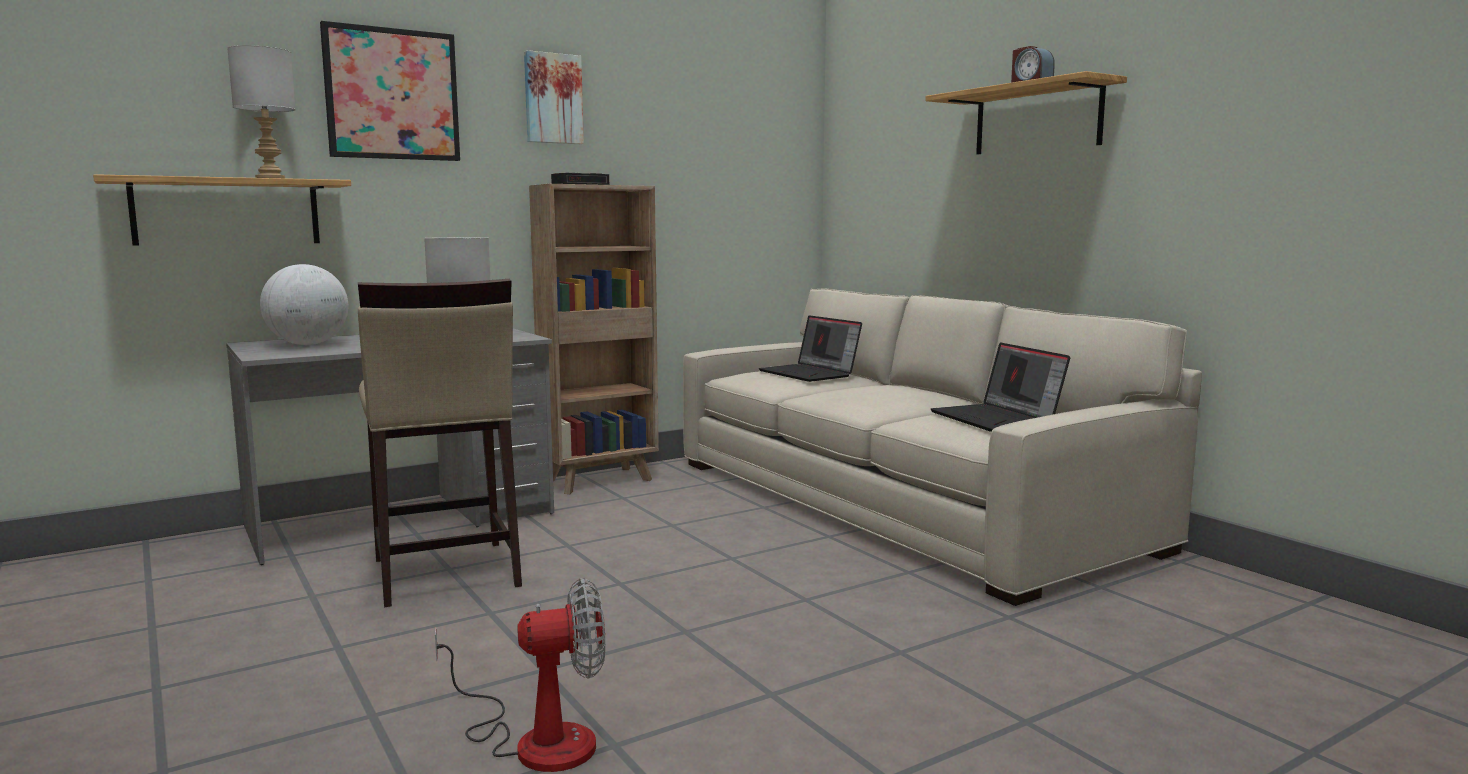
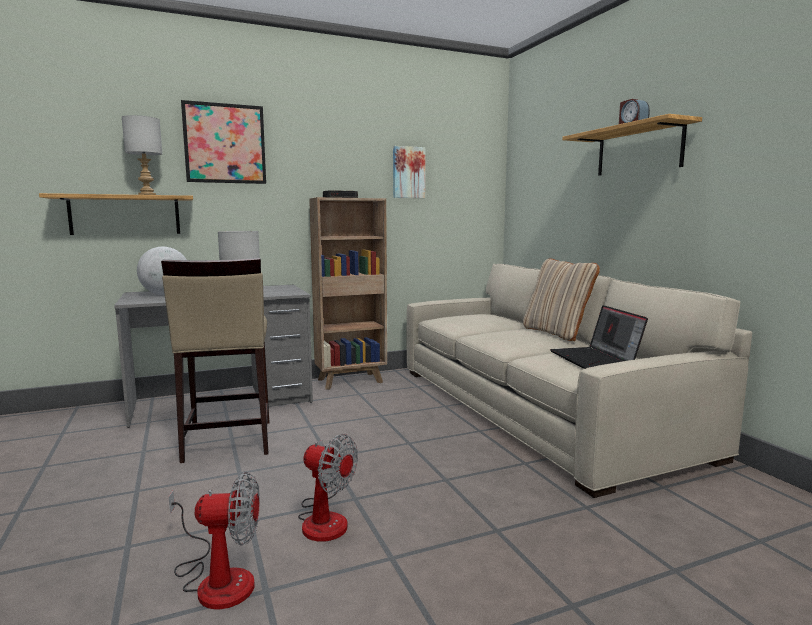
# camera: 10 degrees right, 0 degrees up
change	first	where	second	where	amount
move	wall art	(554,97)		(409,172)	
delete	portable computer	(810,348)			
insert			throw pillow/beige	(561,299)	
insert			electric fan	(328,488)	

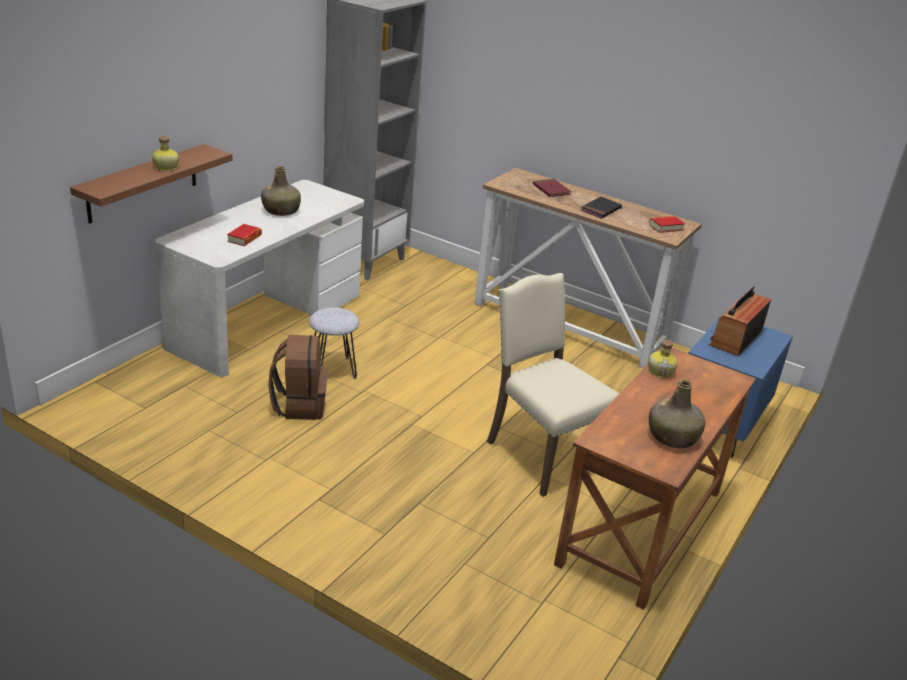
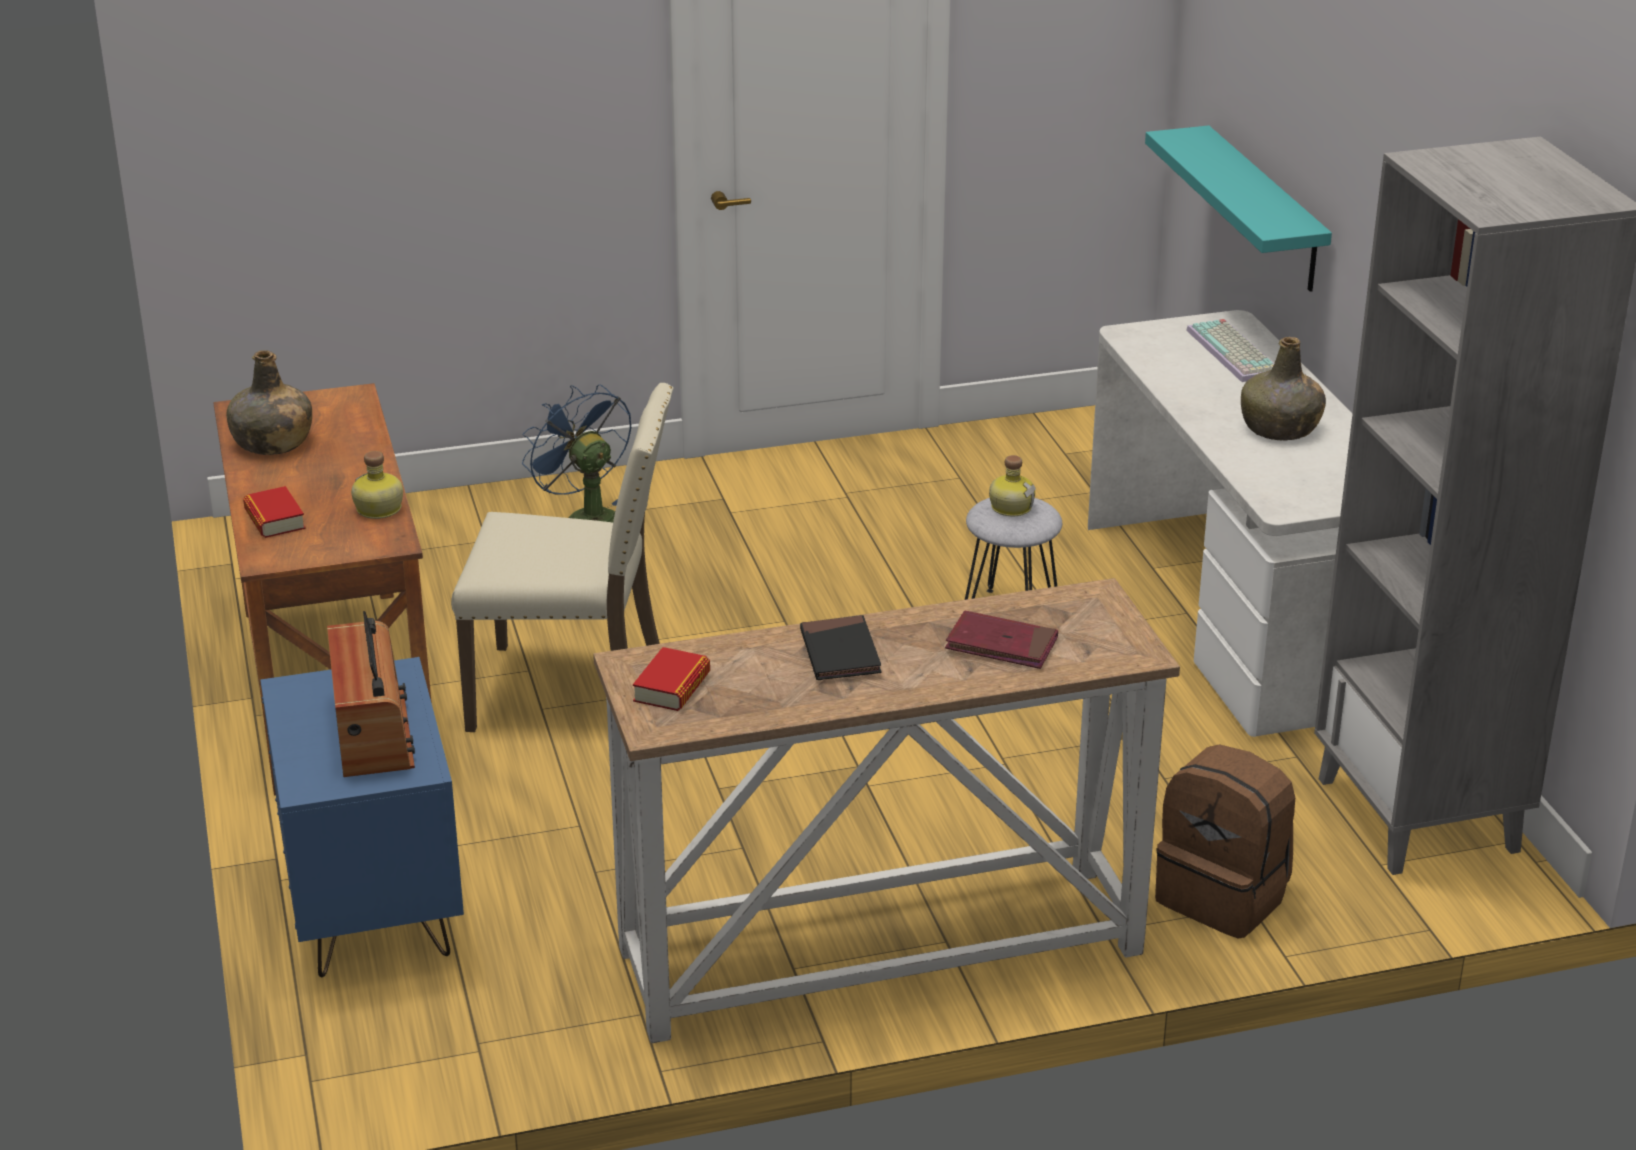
# camera: 135 degrees right, 0 degrees up
change	first	where	second	where	amount
move	bottle	(165,153)		(1012,485)	
recolor	shelf/brown	(151,184)	shelf/turquoise-coloured	(1238,208)	
move	book	(244,235)		(274,512)	
move	rucksack/brown	(298,377)		(1225,841)	
insert			computer keyboard	(1230,350)	
insert			electric fan/bluish	(576,453)	

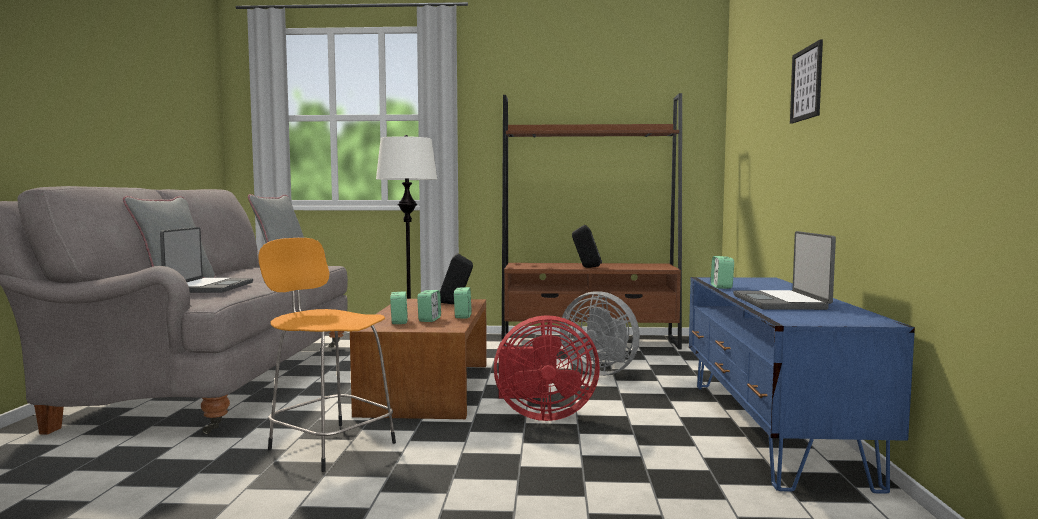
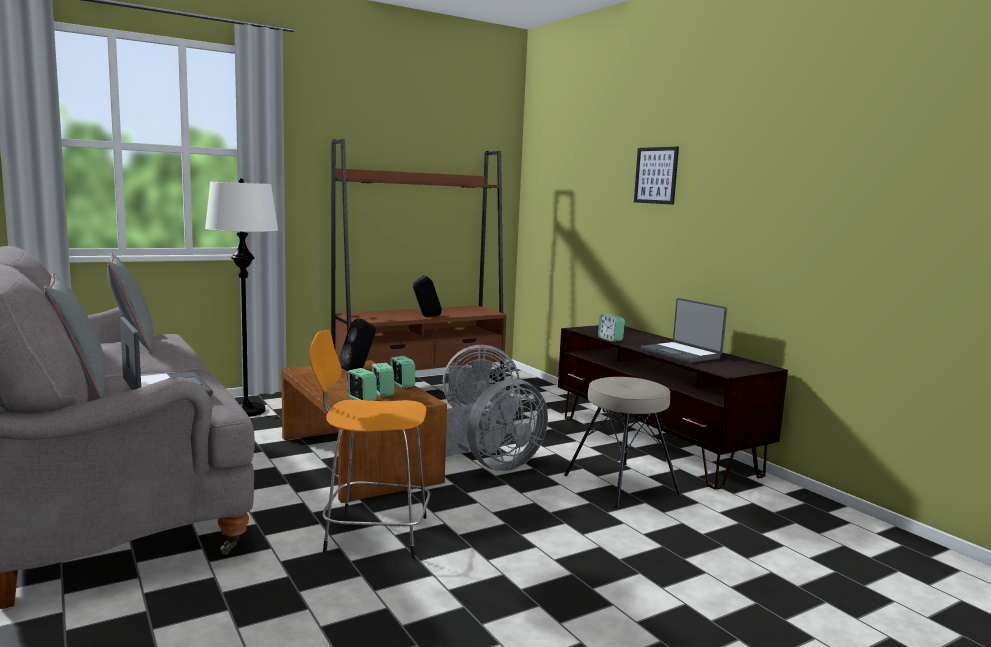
# camera: 35 degrees left, 5 degrees up
change	first	where	second	where	amount
recolor	tv unit/bluish	(802,385)	tv unit/brown	(673,407)	
recolor	electric fan/red-coloured	(547,368)	electric fan/grey	(496,425)	
insert			stool/beige	(622,443)	

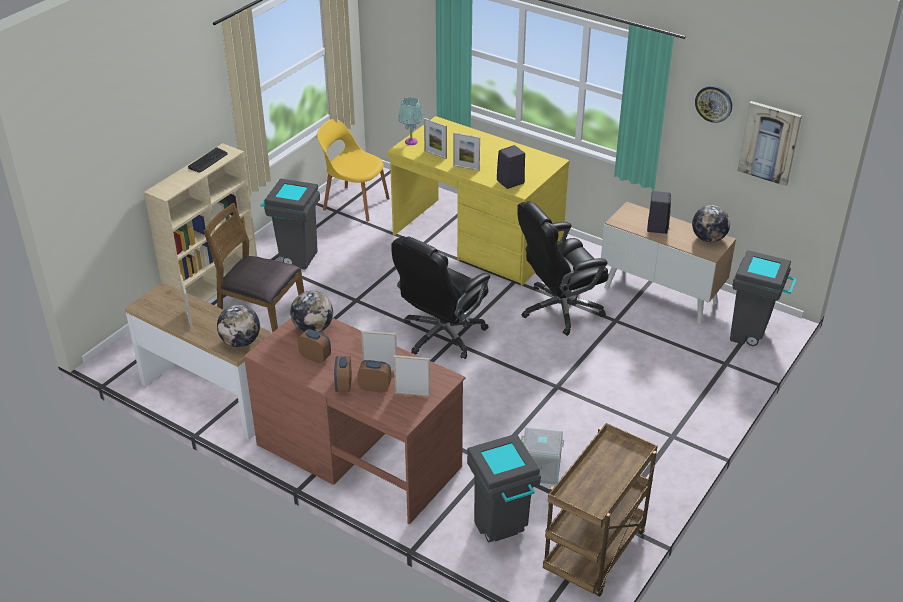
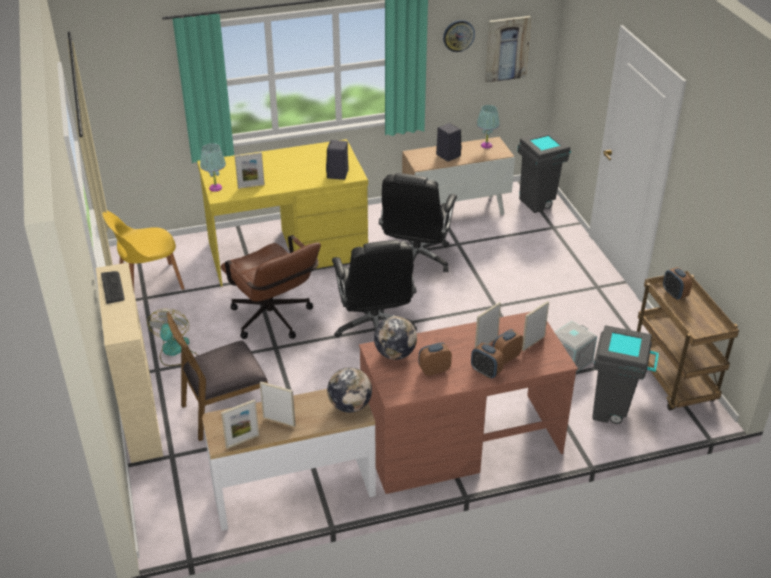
# camera: 50 degrees left, 0 degrees up
change	first	where	second	where	amount
move	photo frame	(466,151)		(240,424)	
replace	rubbish bin/grey	(290,224)	electric fan	(172,337)	
replace	desk globe	(711,223)	lamp for a table/turquoise-coloured	(488,127)	
insert			office chair/brown	(271,287)	
insert			alarm clock	(677,283)	

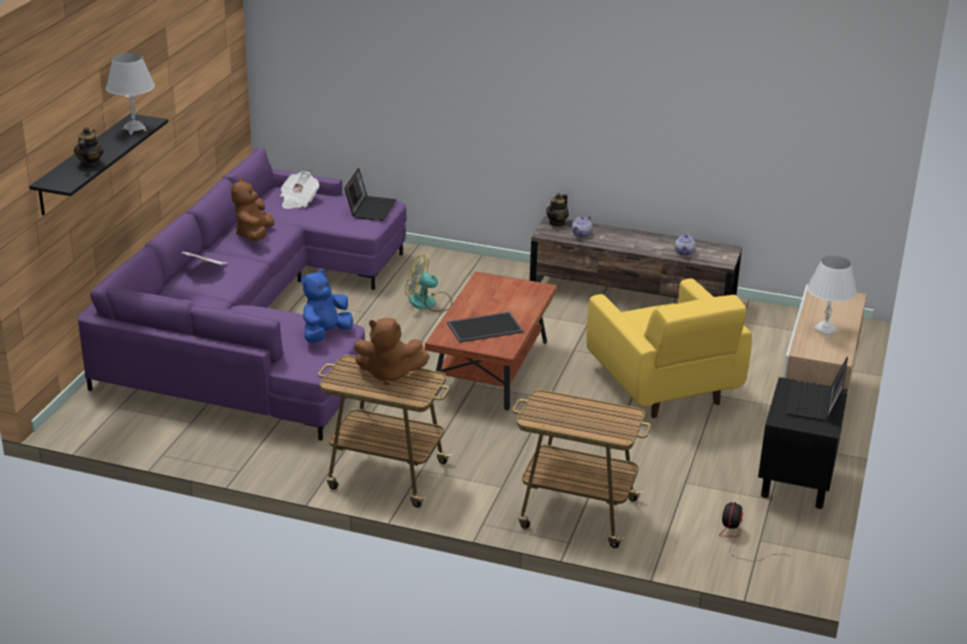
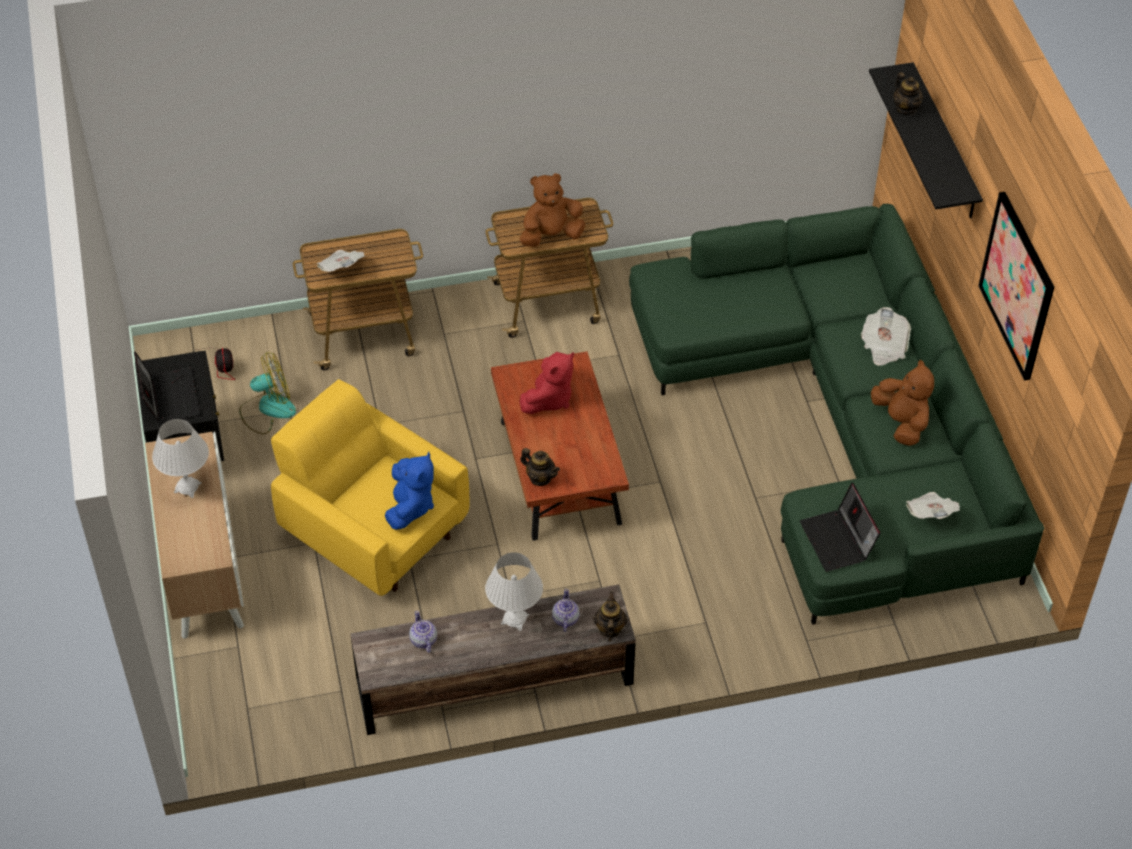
# camera: 150 degrees right, 20 degrees up
change	first	where	second	where	amount
move	lamp for a table/white-coloured	(130,94)		(514,591)	
recolor	sofa/purplish	(242,294)	sofa/green-coloured	(836,414)	
move	electric fan	(428,283)		(267,393)	
move	soft toy/bluish	(327,306)		(409,491)	
replace	serving tray	(485,327)	soft toy/red-coloured	(547,383)	
insert			wall art	(1016,286)	
insert			newspaper	(340,261)	
insert			tea pot	(540,467)	

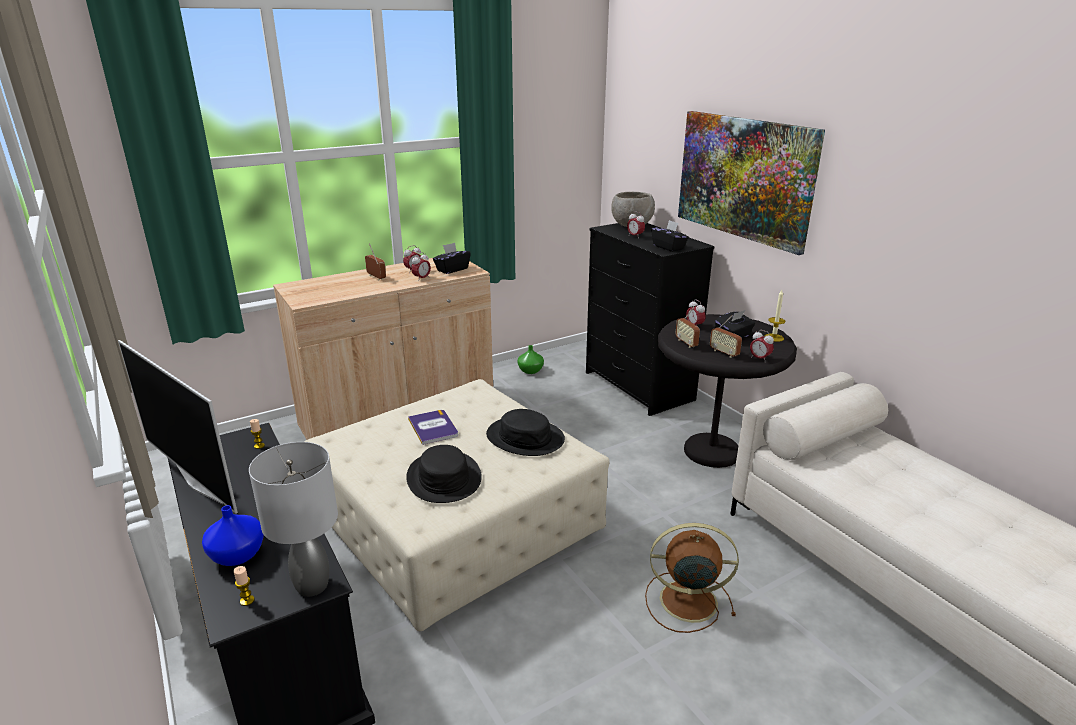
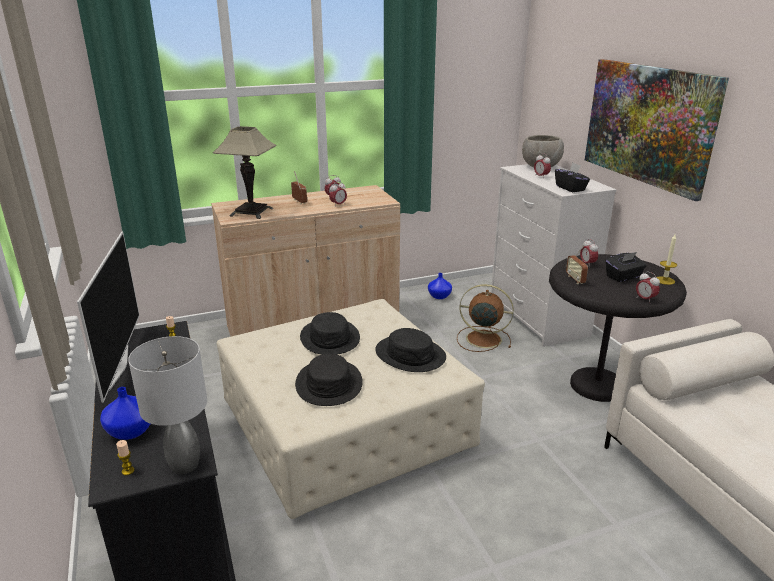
# camera: 10 degrees right, 0 degrees up
change	first	where	second	where	amount
recolor	drawer chest/black	(650,319)	drawer chest/white-coloured	(553,255)	
delete	tissue box/black	(452,258)			
delete	radio set	(726,337)			
rotate	TV	(178,427)		(108,317)	150 degrees counterclockwise
recolor	flower vase/green-coloured	(531,359)	flower vase/bluish	(440,286)	
replace	book	(433,427)	clothing hat/black	(330,333)	
move	electric fan/brown	(692,578)		(485,318)	
insert			lamp for a table	(245,172)	

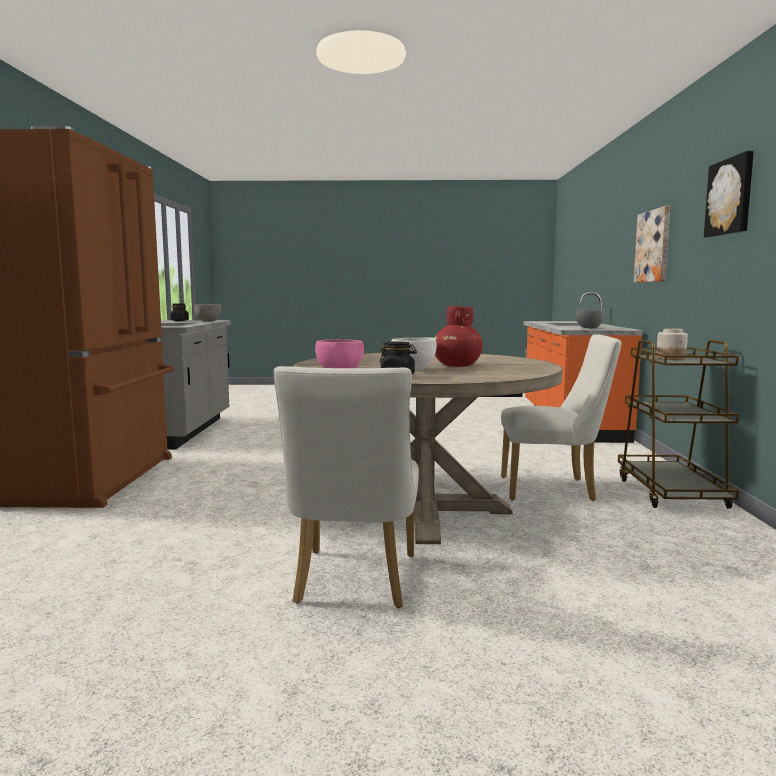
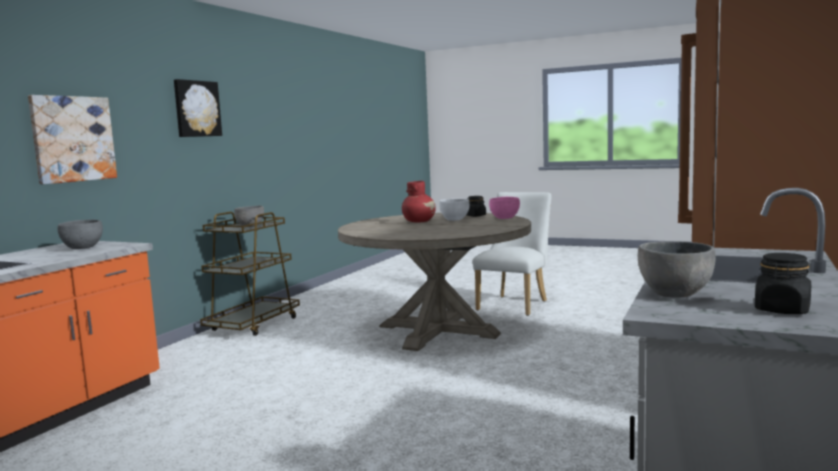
# camera: 155 degrees left, 0 degrees up
change	first	where	second	where	amount
replace	preserve jar	(672,344)	serving bowl/grey	(249,216)	
delete	chair/white-coloured	(561,417)			

